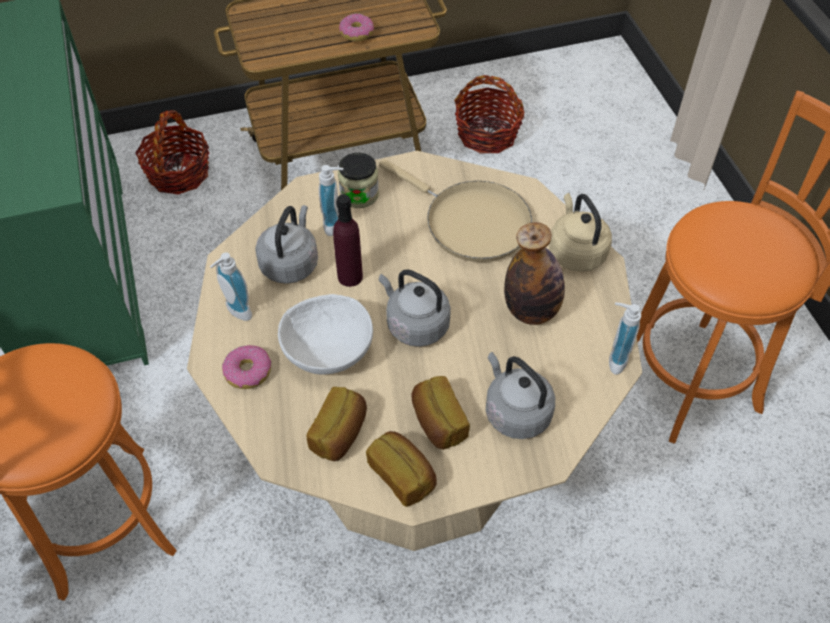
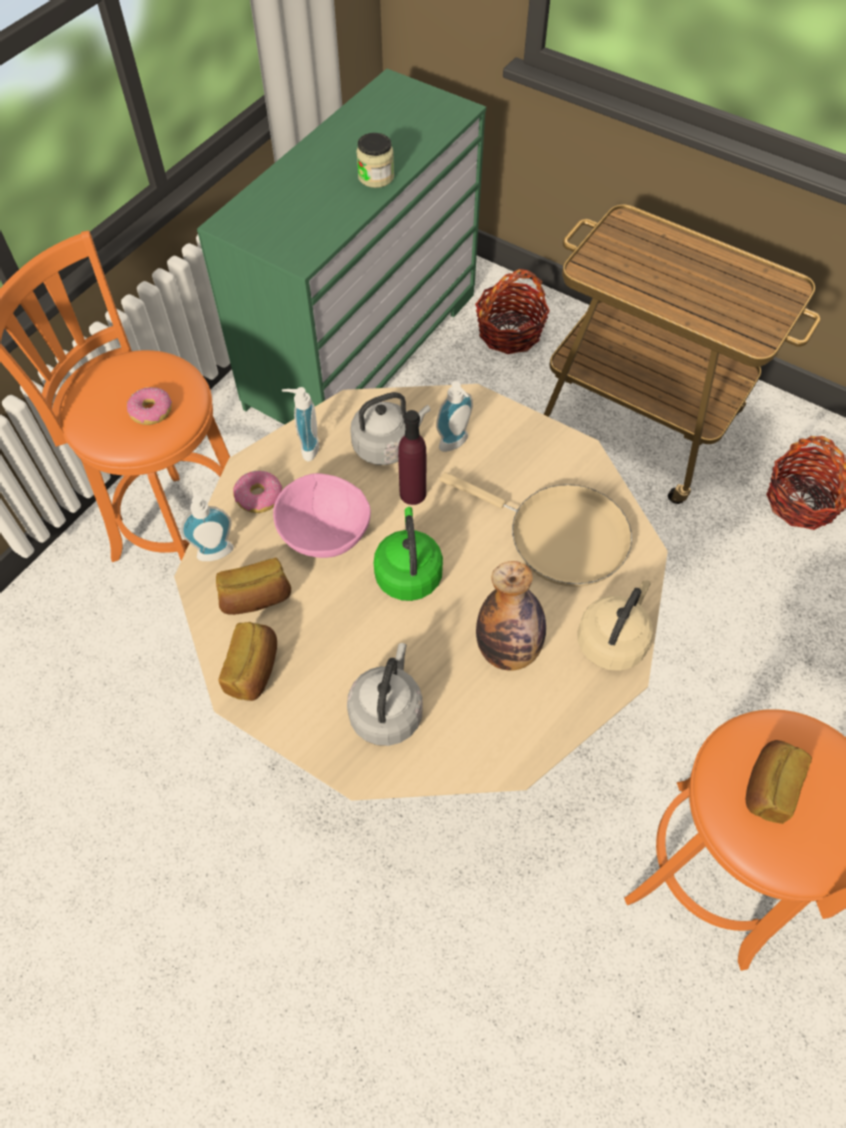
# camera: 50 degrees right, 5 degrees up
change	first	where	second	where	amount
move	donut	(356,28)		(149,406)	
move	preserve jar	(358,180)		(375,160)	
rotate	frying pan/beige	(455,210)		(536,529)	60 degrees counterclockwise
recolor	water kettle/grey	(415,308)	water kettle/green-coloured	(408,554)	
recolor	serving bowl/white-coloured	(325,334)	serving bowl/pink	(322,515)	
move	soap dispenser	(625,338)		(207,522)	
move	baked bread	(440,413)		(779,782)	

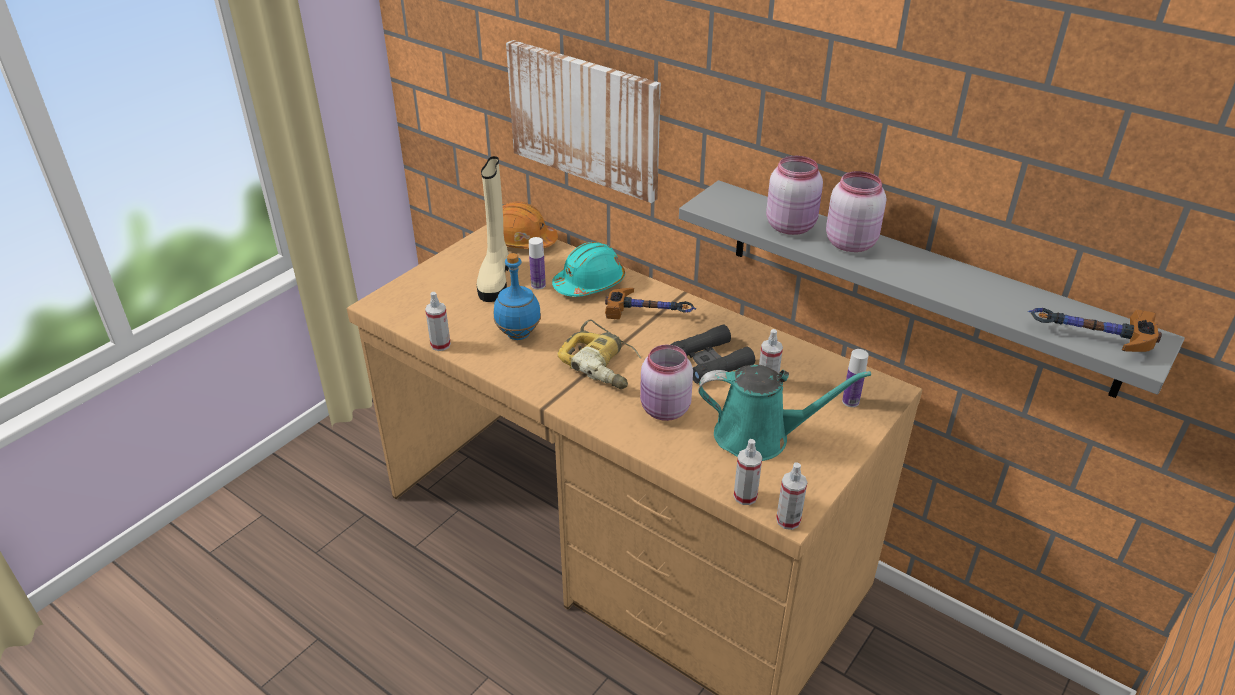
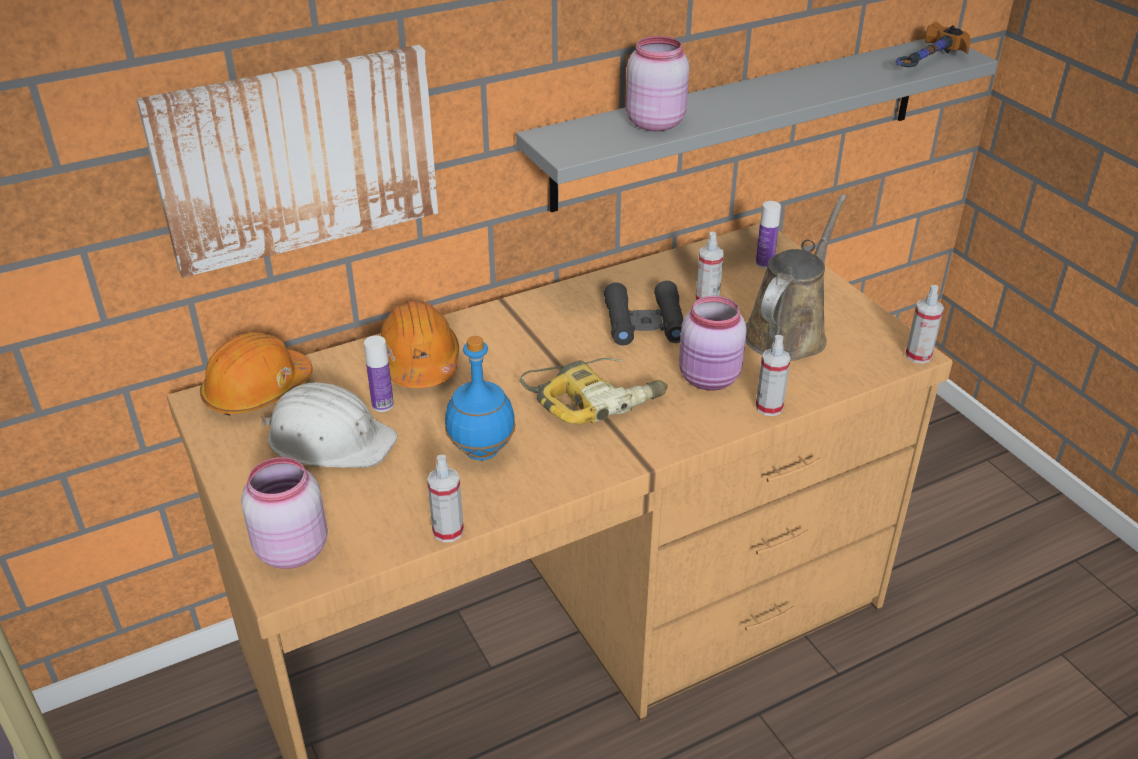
# camera: 65 degrees left, 0 degrees up
change	first	where	second	where	amount
replace	tall boot/beige	(493,229)	work helmet/white-coloured	(329,425)	
move	preserve jar/pink	(856,211)		(284,513)	
recolor	work helmet/turquoise-coloured	(588,269)	work helmet/orangey	(419,344)	
delete	tool hammer	(650,303)			
recolor	sprinkling can/turquoise-coloured	(784,412)	sprinkling can/brown	(796,277)	
move	sprayer	(748,472)		(773,375)	

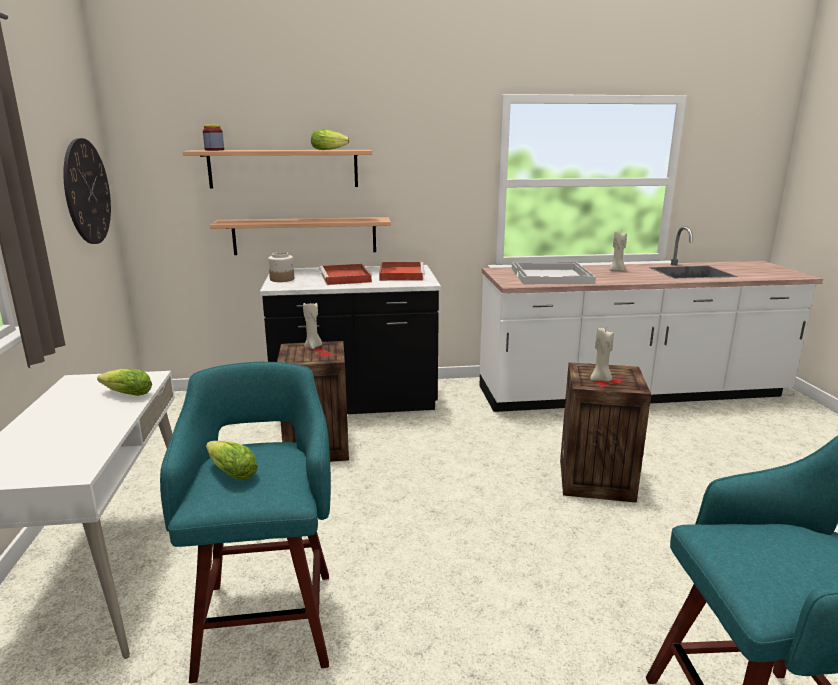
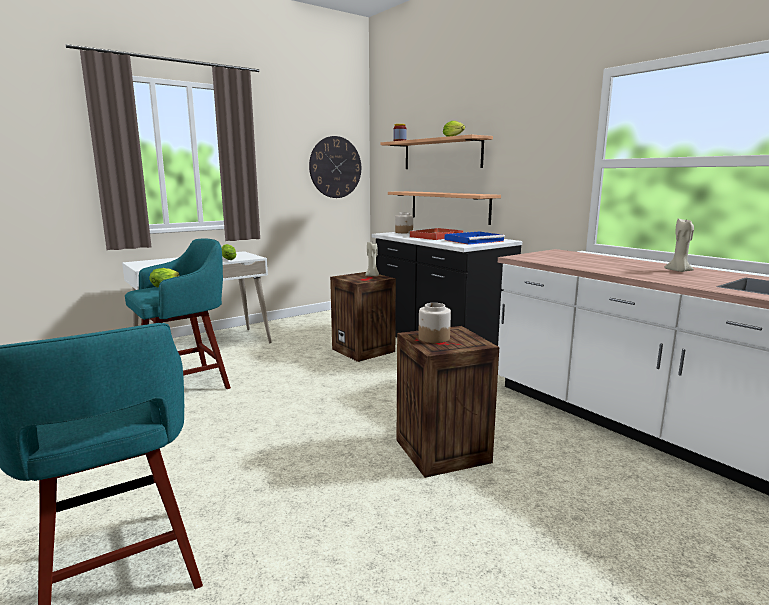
# camera: 60 degrees right, 5 degrees down
change	first	where	second	where	amount
recolor	serving tray/red-coloured	(402,271)	serving tray/bluish	(475,238)	
delete	serving tray/white-coloured	(554,273)			
replace	candle/beige	(602,355)	preserve jar	(434,323)	

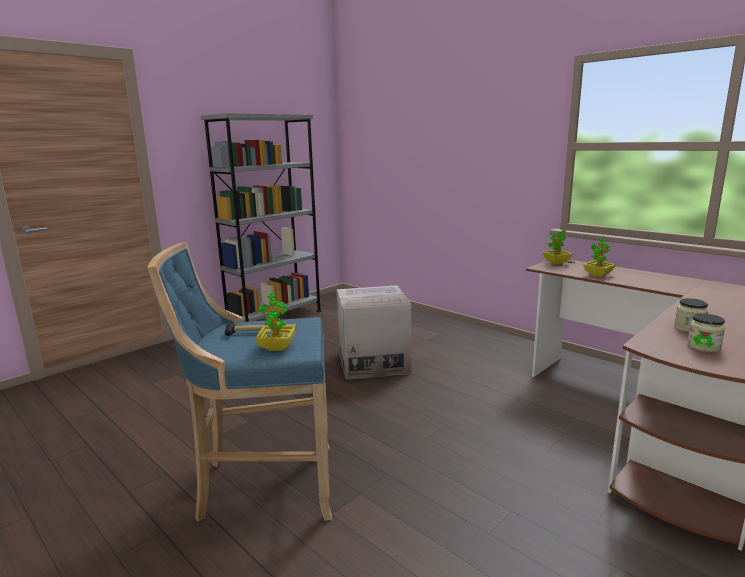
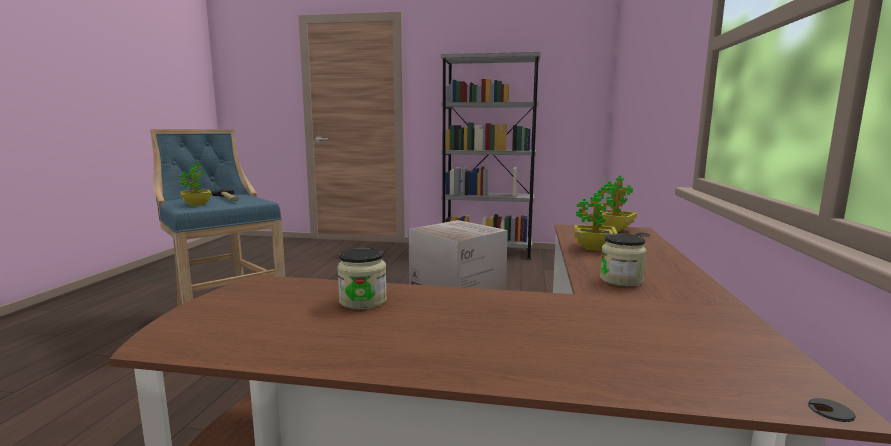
# camera: 55 degrees right, 5 degrees down
change	first	where	second	where	amount
move	preserve jar	(706,333)		(623,259)	

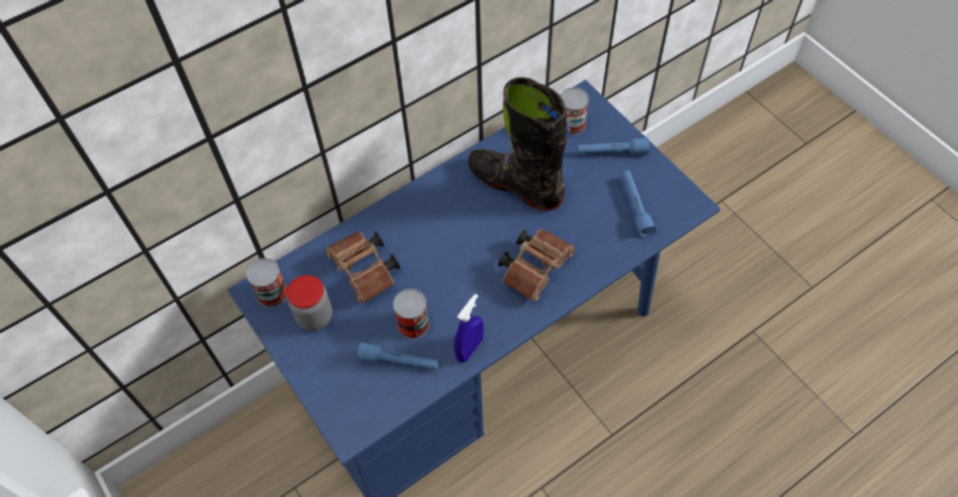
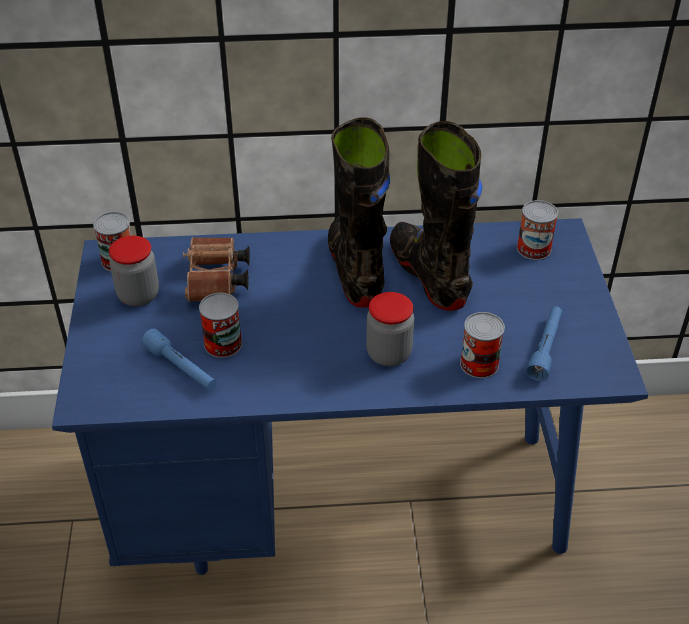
# camera: 30 degrees right, 15 degrees down
change	first	where	second	where	amount
delete	torch/bluish	(613,145)			
replace	field glasses/brown	(536,265)	preserve jar	(390,329)	
delete	sprayer/bluish	(469,328)			
insert			tall boot/black	(359,212)	
insert			can	(482,345)	

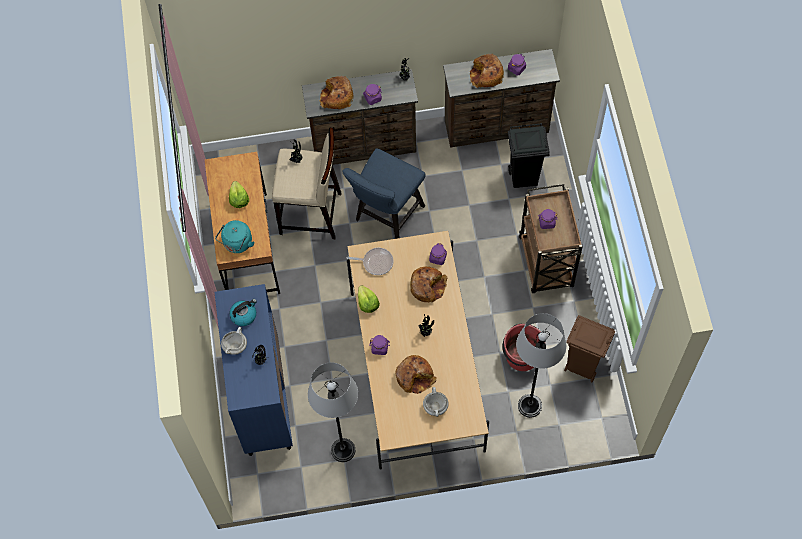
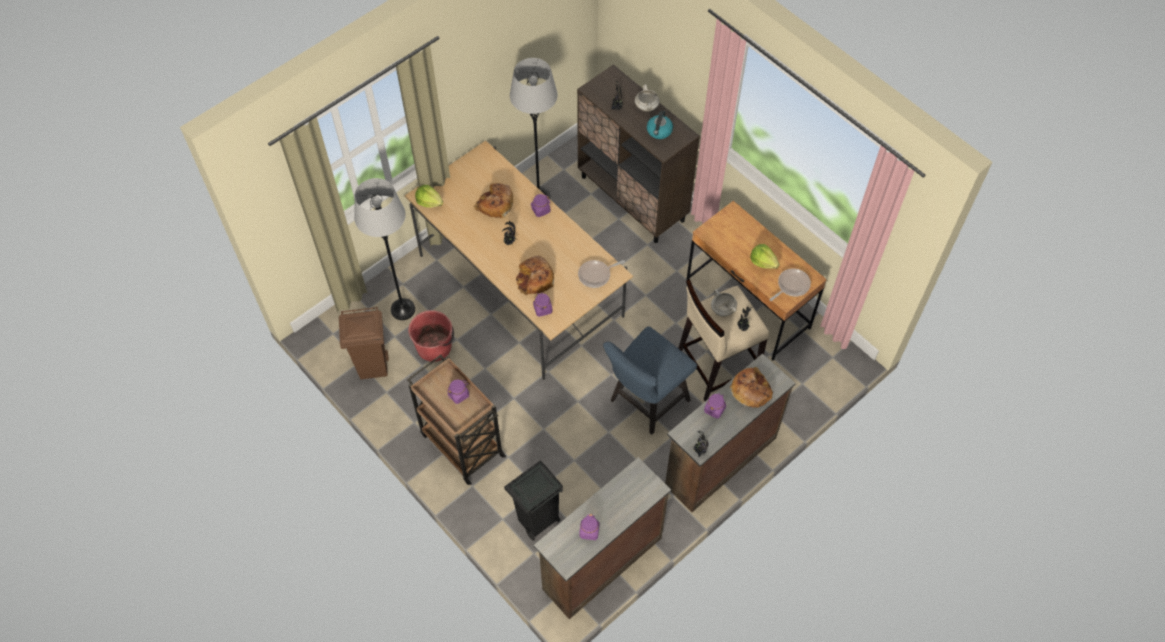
# camera: 145 degrees right, 5 degrees down
change	first	where	second	where	amount
delete	baked bread	(487,71)			
rotate	chair/bluish	(384,193)		(650,380)	135 degrees counterclockwise
delete	water kettle/turquoise-coloured	(235,236)			
recolor	storage cabinet/bluish	(253,370)	storage cabinet/brown	(638,153)	
move	head of lettuce	(369,299)		(429,196)	
move	saucepot/white-coloured	(436,402)		(724,303)	
insert			frying pan	(790,284)	

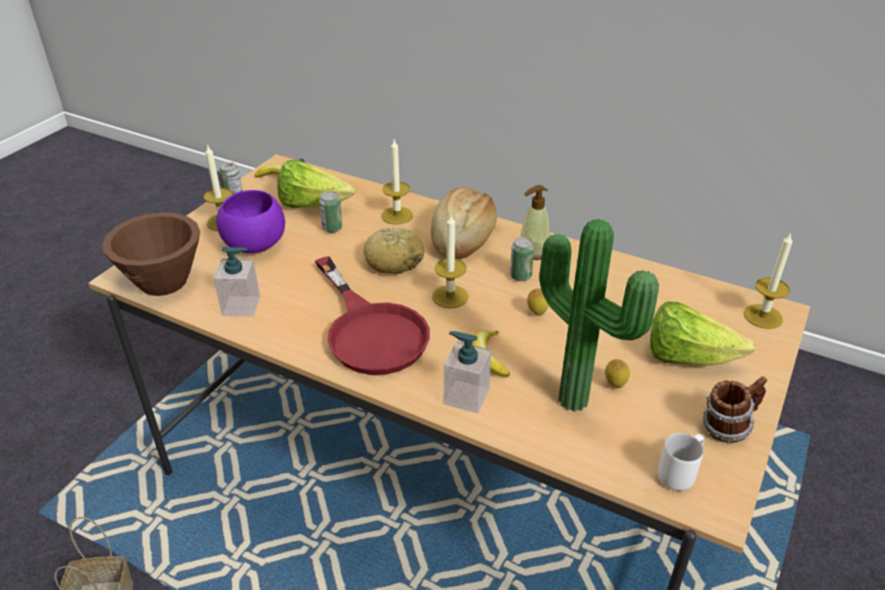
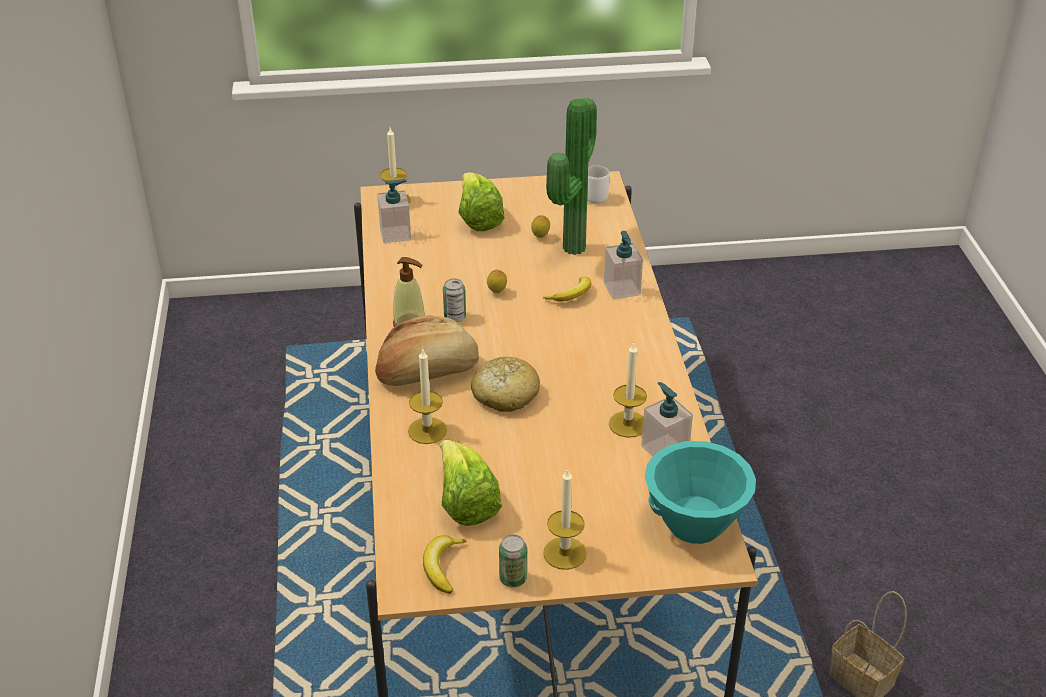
# camera: 125 degrees left, 0 degrees up
change	first	where	second	where	amount
delete	serving bowl/purplish	(250,221)			
delete	can	(330,212)			
recolor	serving bowl/brown	(151,254)	serving bowl/turquoise-coloured	(700,492)	
move	candle	(450,261)		(628,390)	
delete	frying pan/red-coloured	(372,315)			
delete	coffee mug	(735,410)			
insert			soap dispenser	(394,211)	

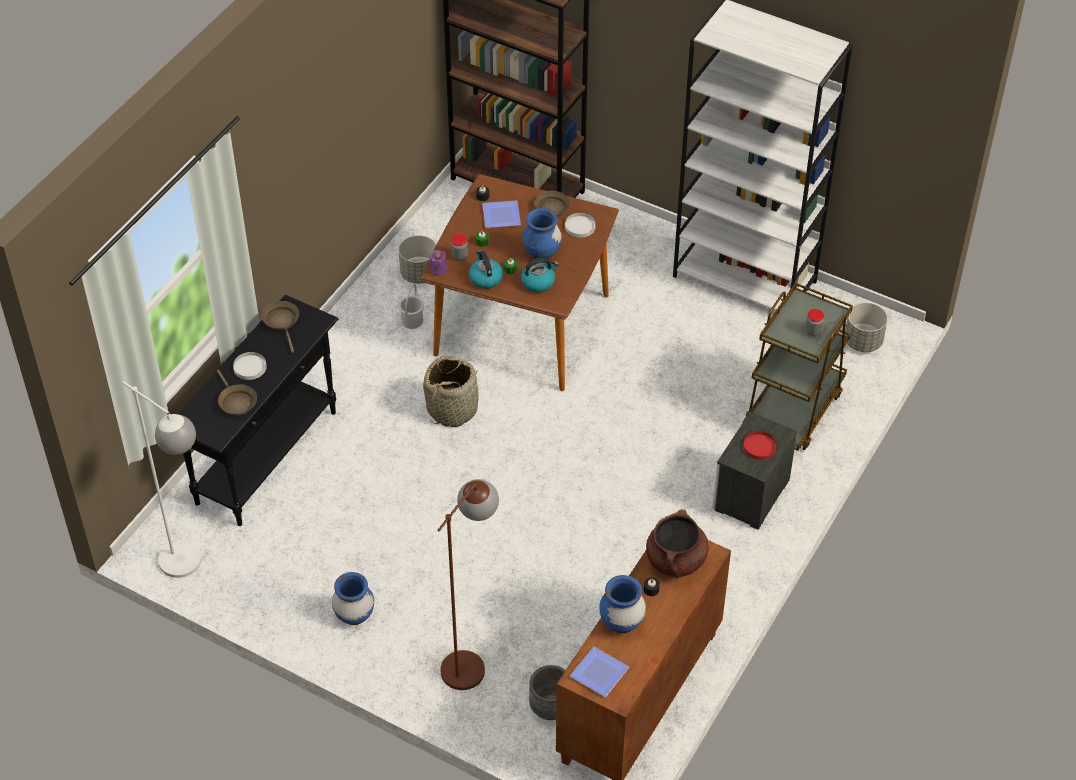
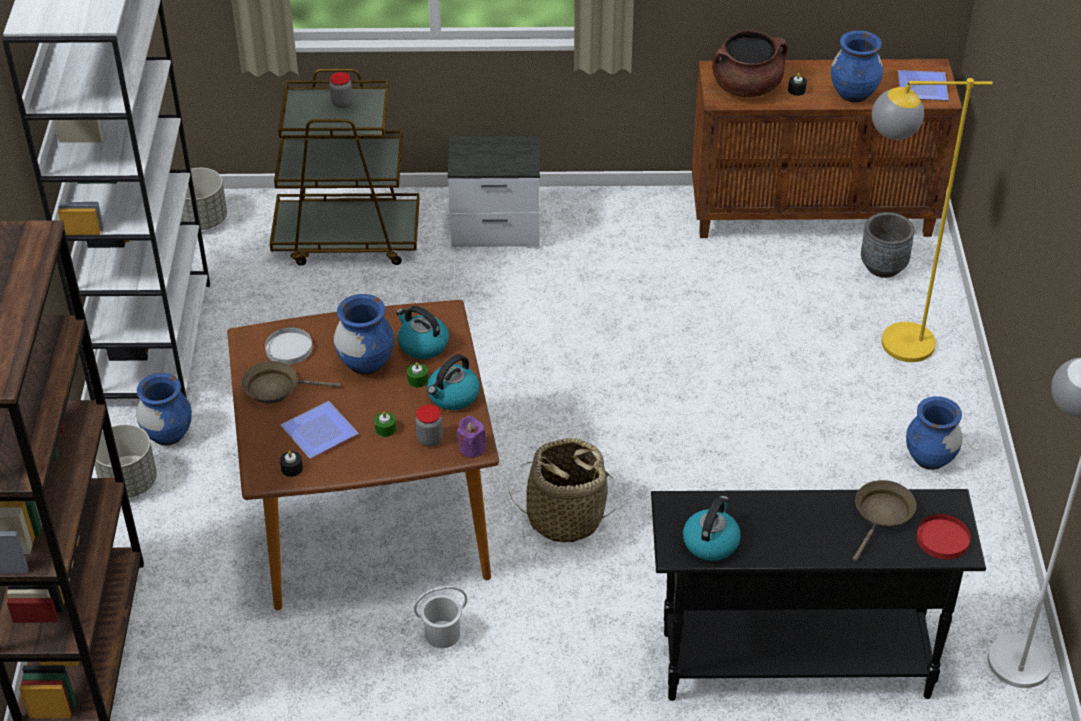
# camera: 120 degrees left, 5 degrees down
change	first	where	second	where	amount
move	flower pot/grey	(417,259)		(125,461)	
replace	frying pan/brown	(280,327)	water kettle	(712,528)	
delete	plate/white-coloured	(250,366)			
move	plate/red-coloured	(759,445)		(944,536)	
recolor	floor lamp/brown	(468,584)	floor lamp/yellow	(932,220)	
insert			flower vase/bluish	(164,409)	

